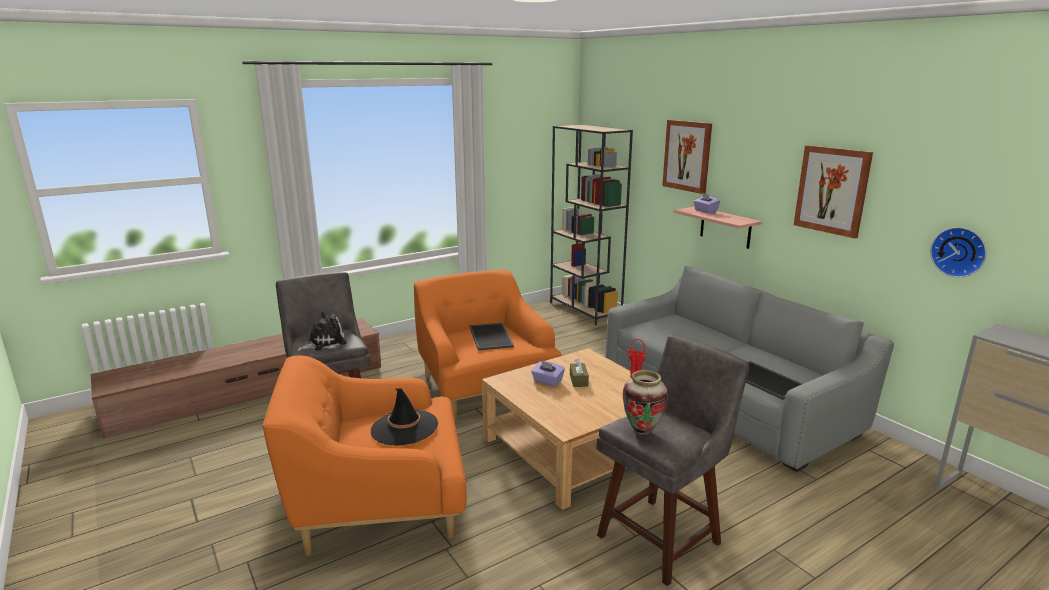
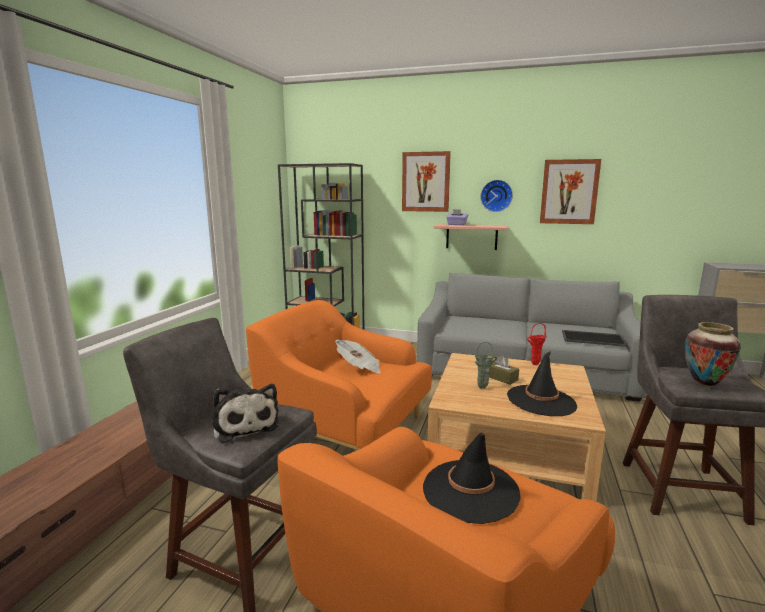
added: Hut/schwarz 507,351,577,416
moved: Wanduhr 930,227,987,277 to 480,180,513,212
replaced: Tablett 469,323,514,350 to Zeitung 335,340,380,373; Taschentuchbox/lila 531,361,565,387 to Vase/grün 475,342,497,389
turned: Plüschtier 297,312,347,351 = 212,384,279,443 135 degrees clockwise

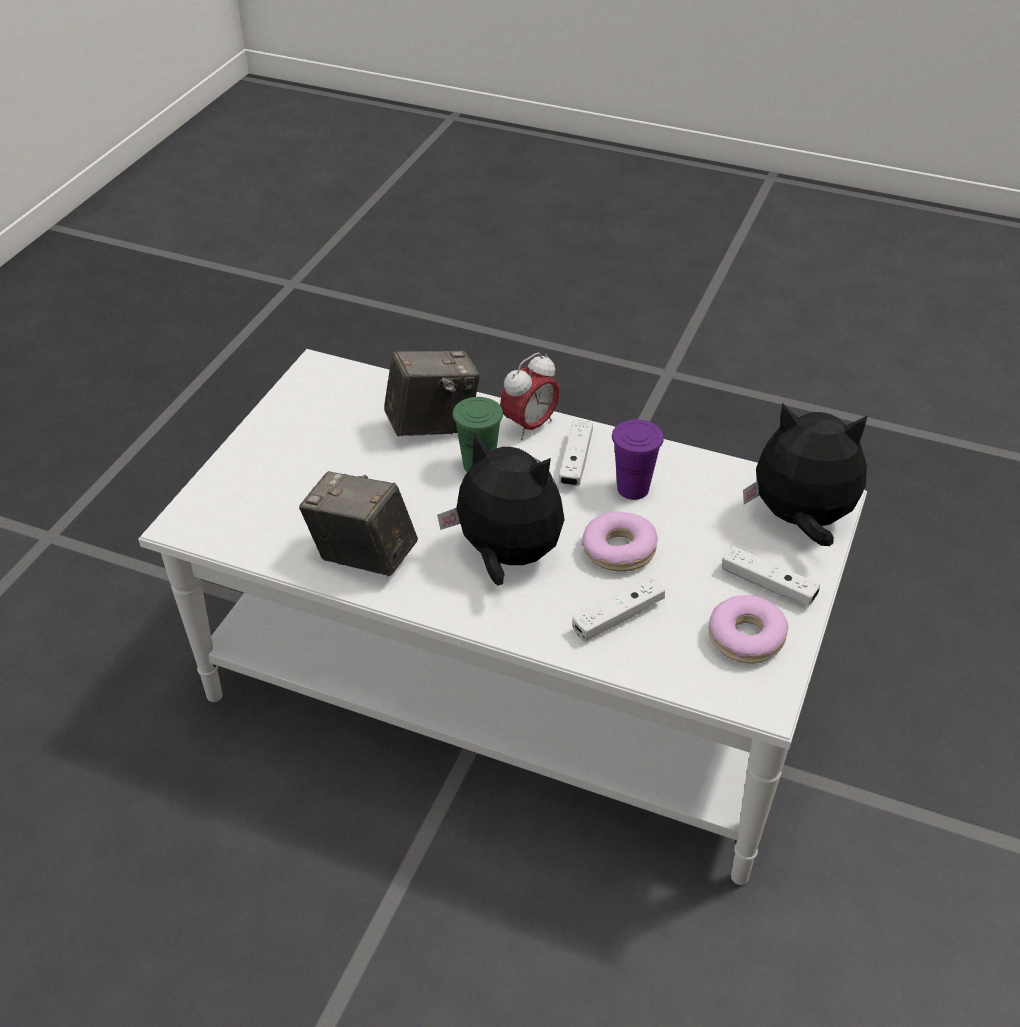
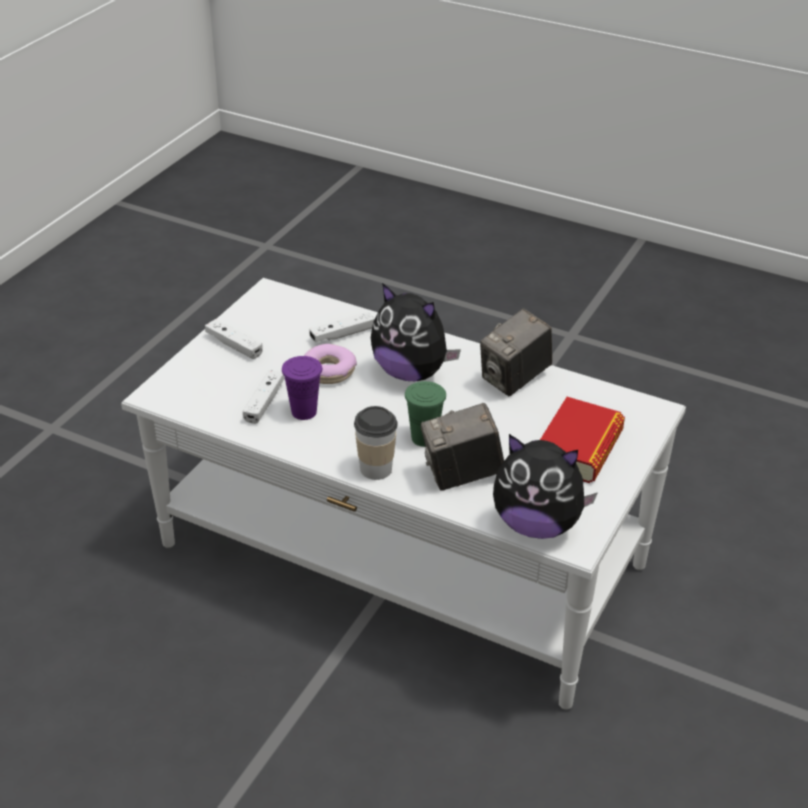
removed: Donut 708,595,789,664
added: Buch 540,397,625,483
moved: Gamepad/weiß 558,420,593,486 to 243,370,284,424; Plüschtier 743,403,868,546 to 493,434,597,539
replaced: Wecker 500,352,560,440 to Tasse 354,406,398,480
turned: Kamera 299,471,418,576 = 480,308,552,396 105 degrees clockwise

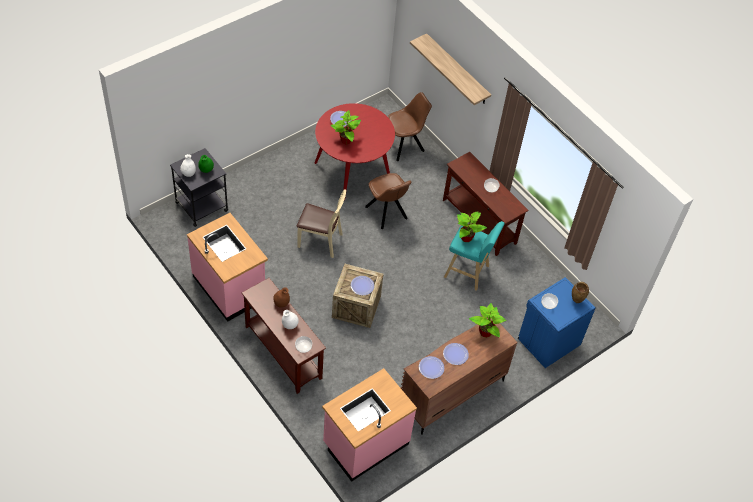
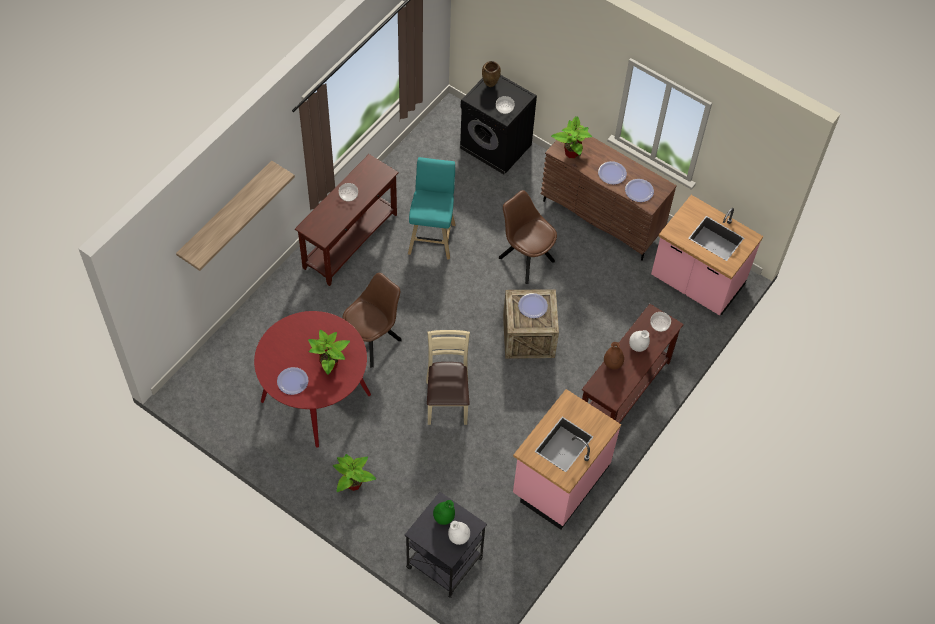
moved: Stuhl/braun 388,92,432,161 to 499,190,557,284; Topfpflanze 457,211,487,242 to 333,454,376,492
recoloured: Waschmaschine/blau 518,277,595,368 to Waschmaschine/schwarz 460,75,537,175

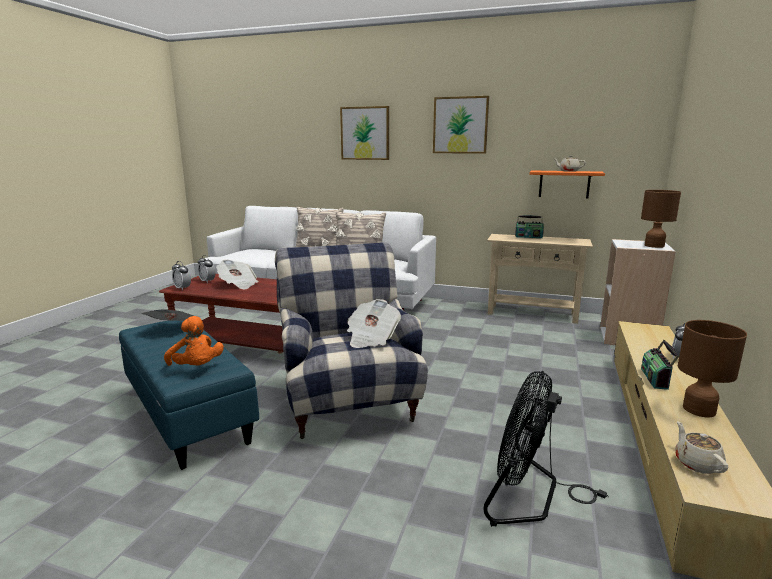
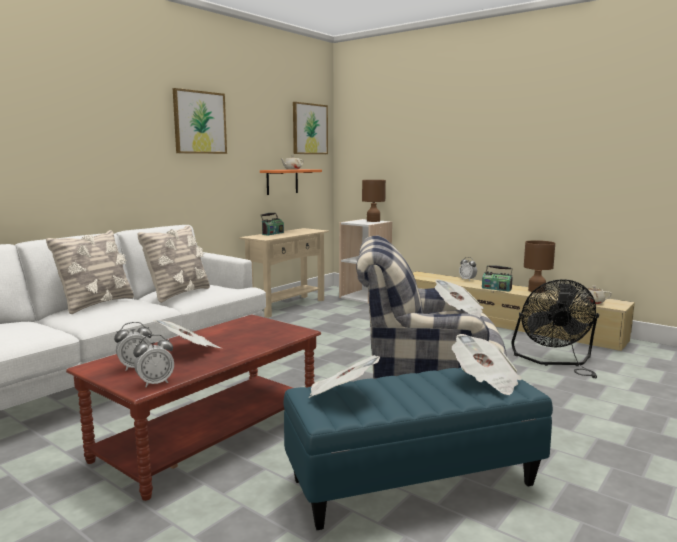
moved: Bild 340,106,389,160 to 293,102,328,154
replaced: Plüschtier/orange 164,316,224,366 to Zeitung 452,334,522,395
turned: Ventilator/schwarz 484,371,609,527 = 512,279,599,378 135 degrees clockwise

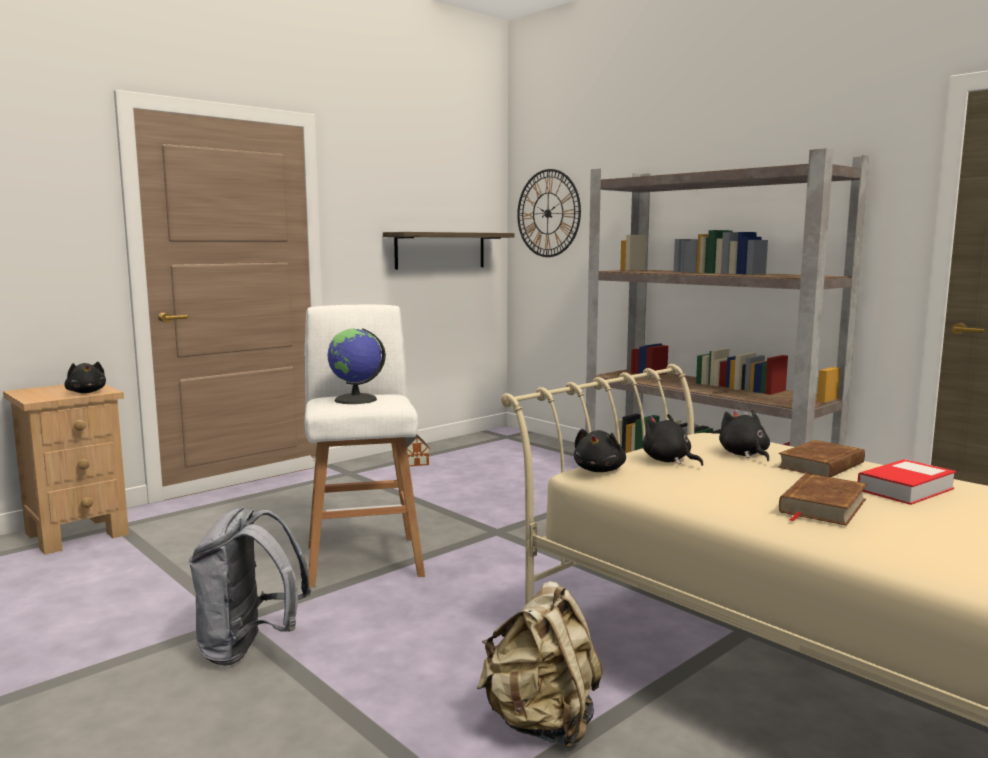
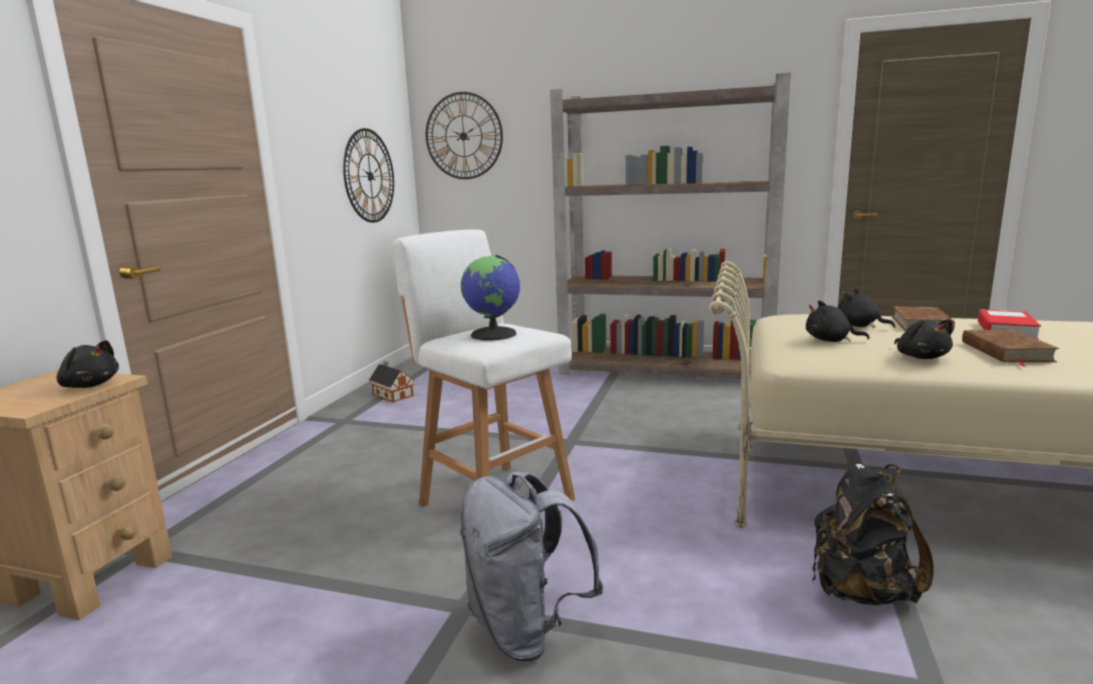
moved: Plüschtier/schwarz 574,429,626,472 to 894,319,953,359
replaced: Wandregal 383,232,514,270 to Wanduhr 343,128,394,223
recoloured: Rucksack/beige 477,581,603,748 to Rucksack/schwarz 812,464,934,605

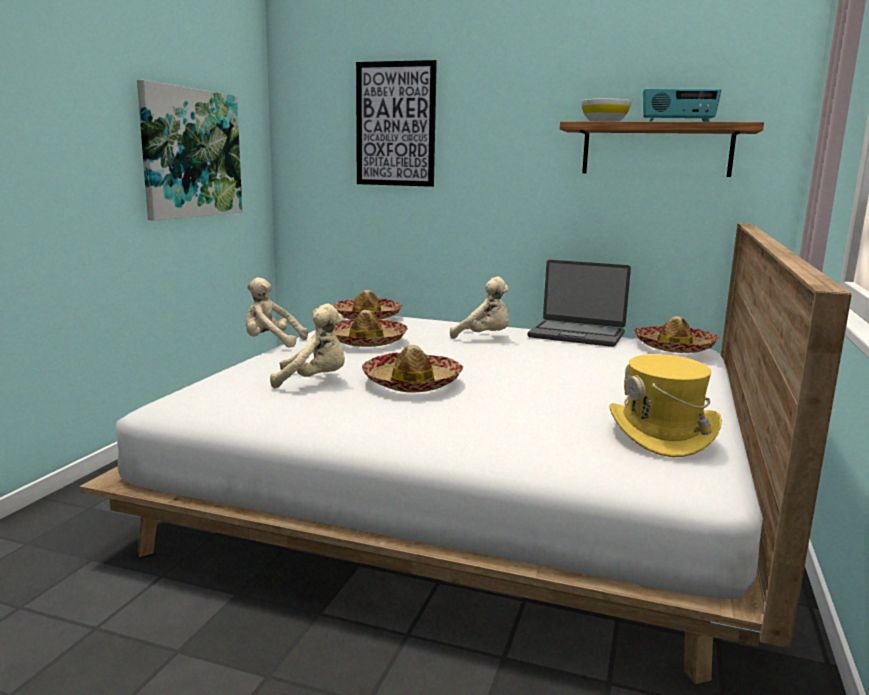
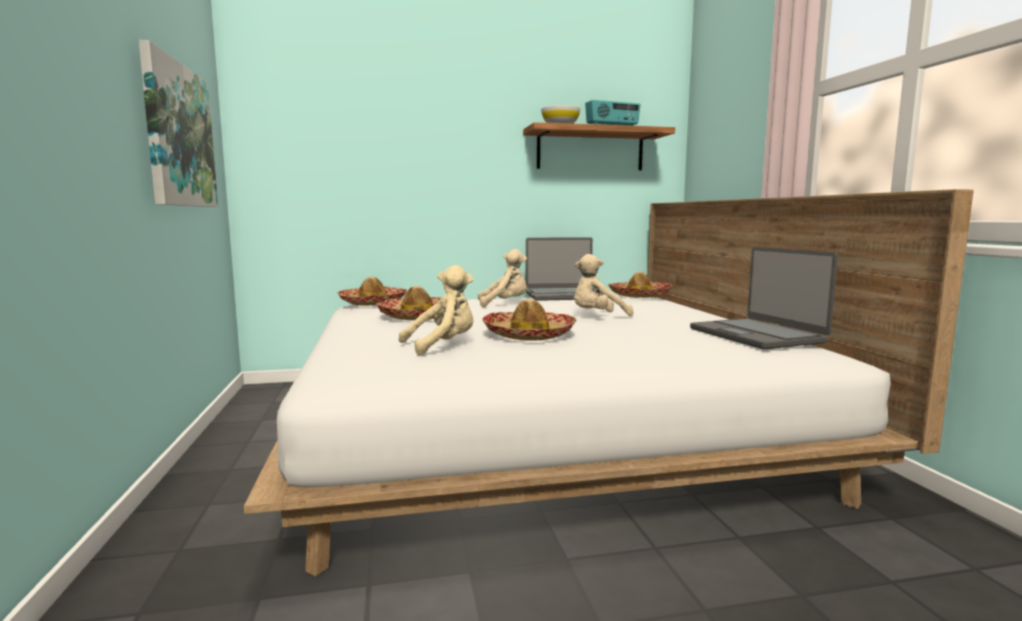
removed: Bild 356,60,437,187
moved: Plüschtier/beige 246,277,308,347 to 574,254,634,316
replaced: Hut/gelb 610,354,722,457 to Laptop 690,247,838,349

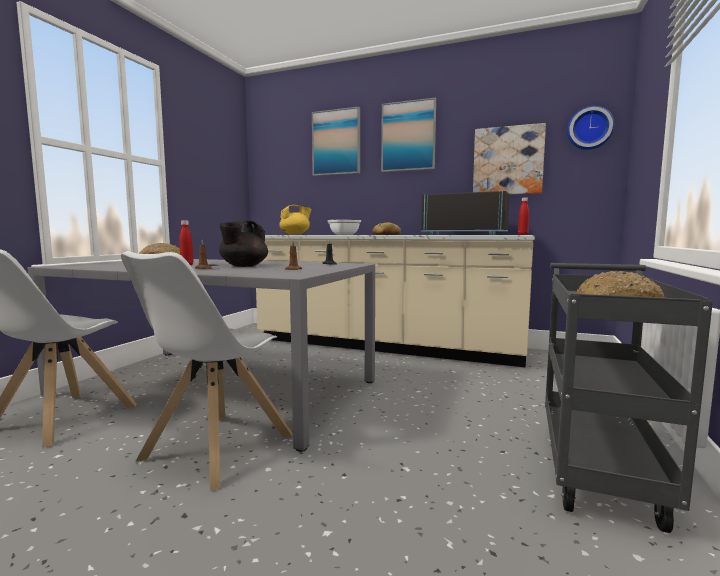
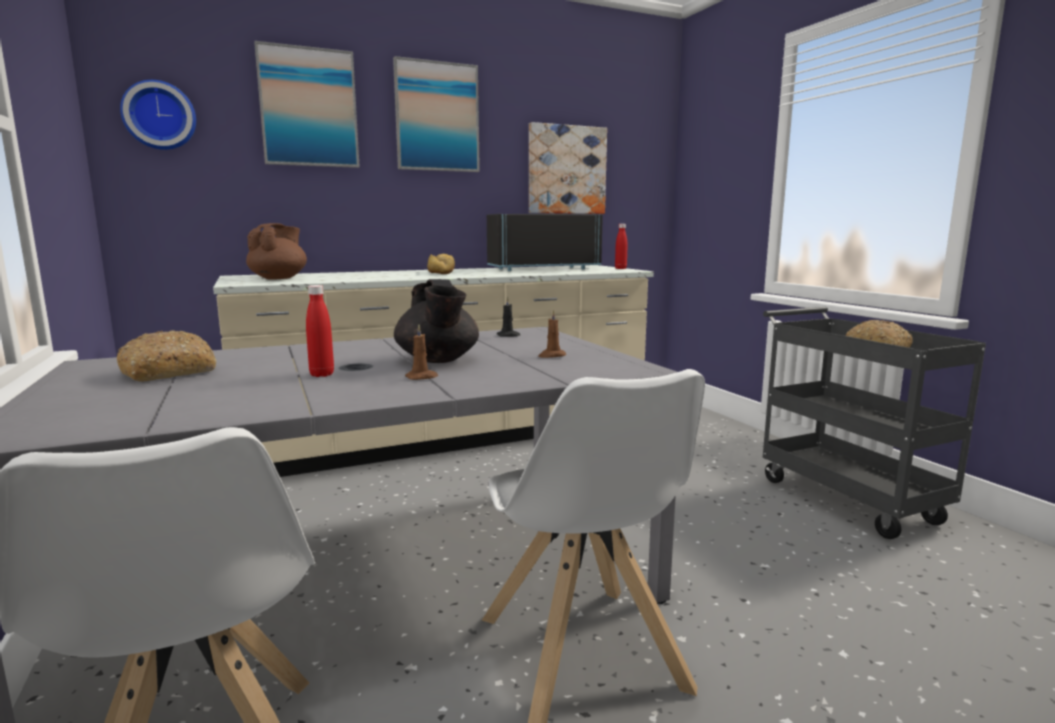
removed: Pfanne 327,220,361,235
moved: Wanduhr 567,106,615,150 to 120,80,196,150
recoloured: Teekanne/gelb 279,205,311,235 to Teekanne/braun 246,223,307,280

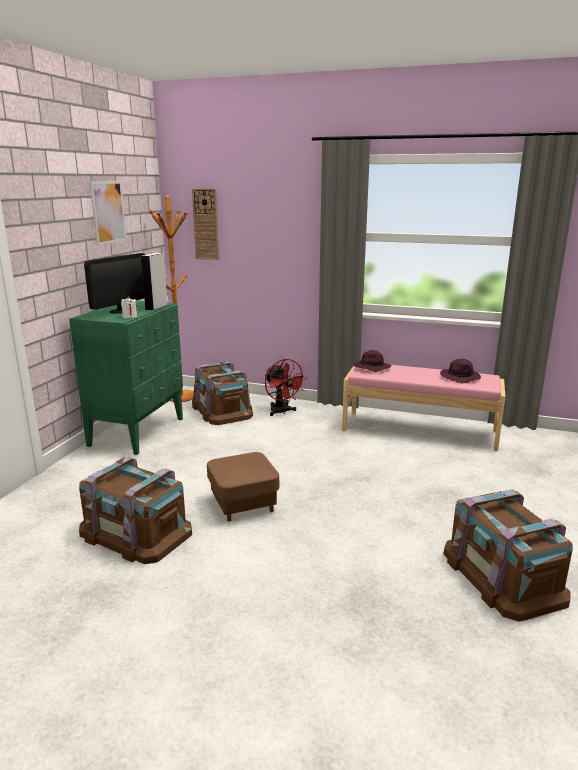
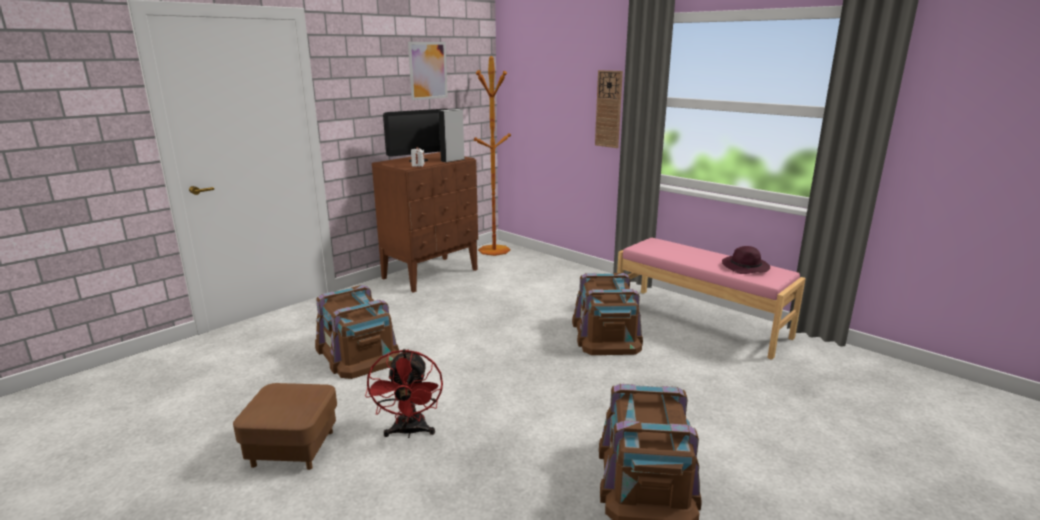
removed: Hut/lila 353,350,391,372
moved: Wanduhr 192,189,219,260 to 595,70,623,148; Aufbewahrungsbox/braun 192,361,253,425 to 572,273,643,355; Polsterhocker/braun 207,452,279,521 to 233,383,337,470; Ventilator/rot 265,359,307,416 to 365,349,443,438
recoloured: Kommode/grün 69,300,183,455 to Kommode/braun 372,152,478,293

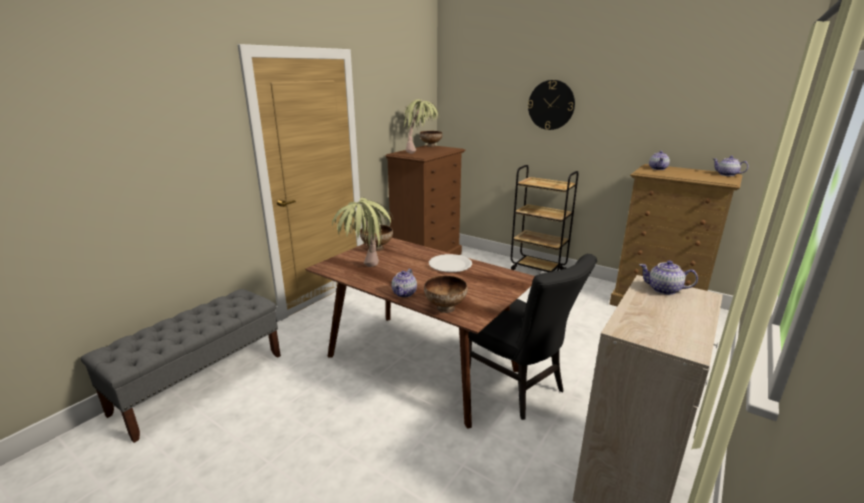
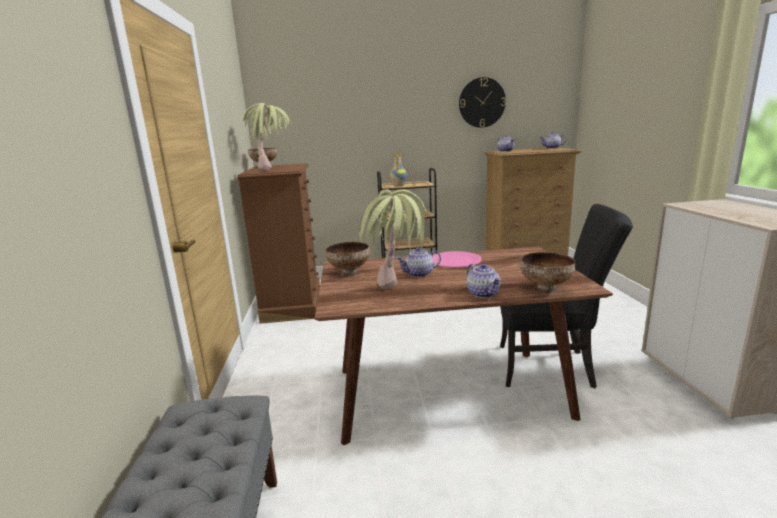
added: Vase 390,154,407,187
moved: Wanduhr 528,80,575,130 to 459,77,506,128; Teekanne 639,260,698,295 to 396,247,441,277
recoloured: Teller/weiß 429,254,472,272 to Teller/rosa 432,251,482,268

